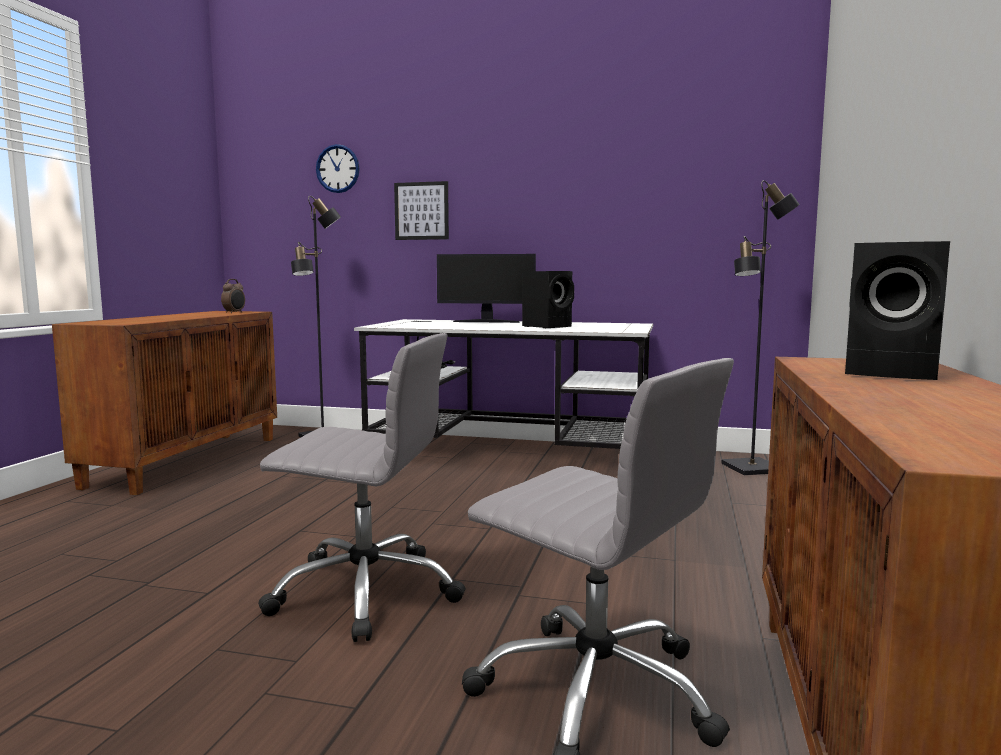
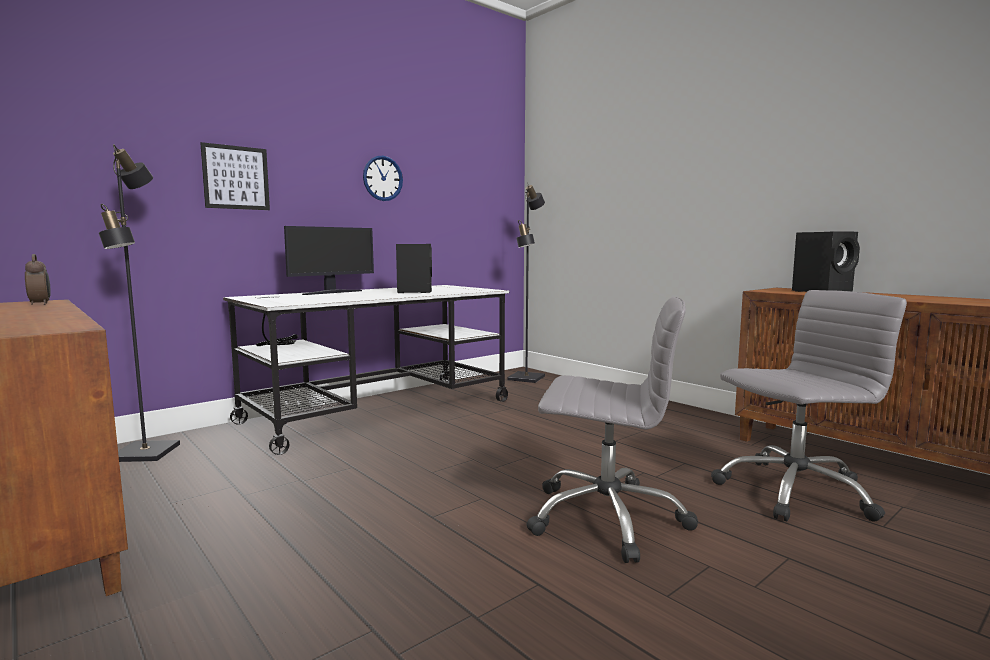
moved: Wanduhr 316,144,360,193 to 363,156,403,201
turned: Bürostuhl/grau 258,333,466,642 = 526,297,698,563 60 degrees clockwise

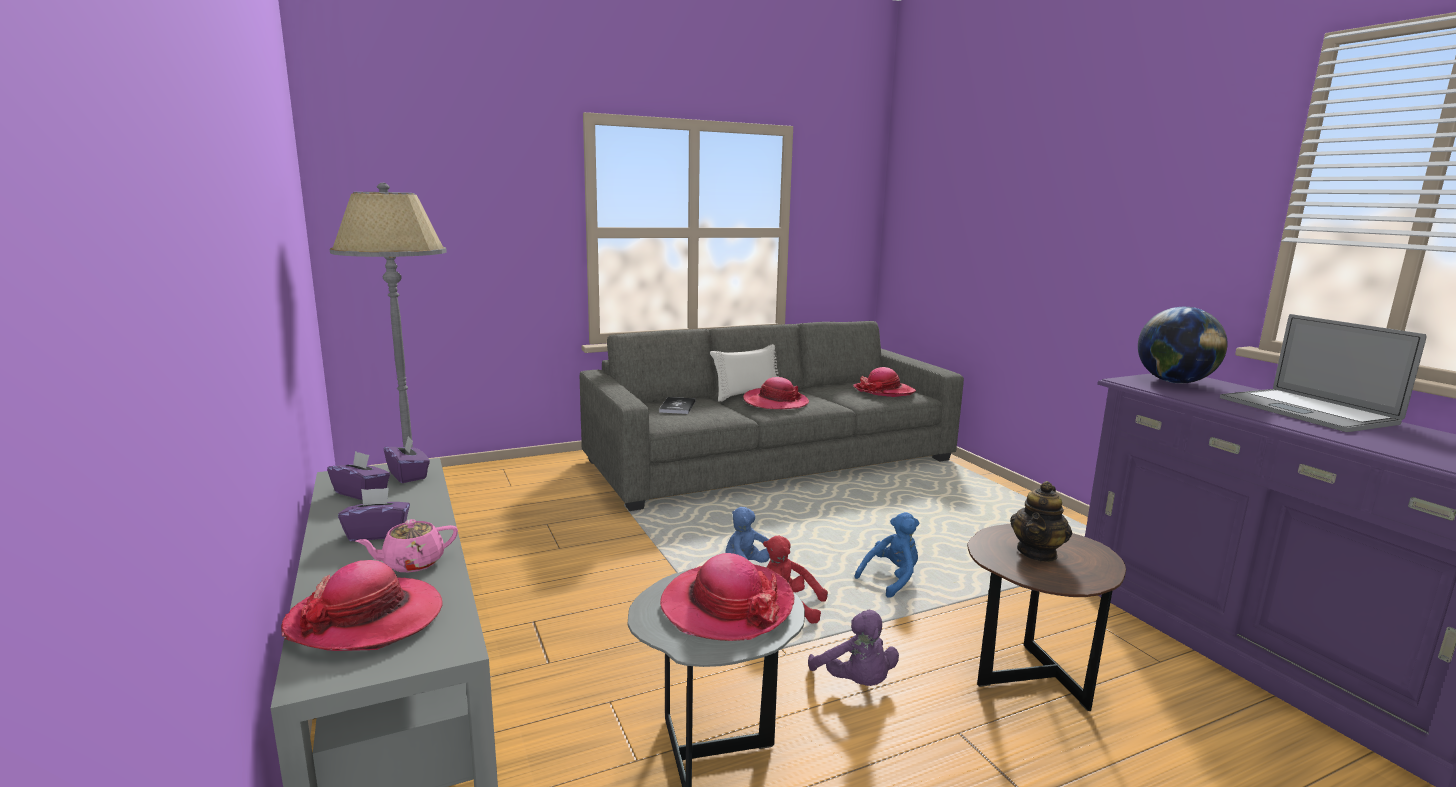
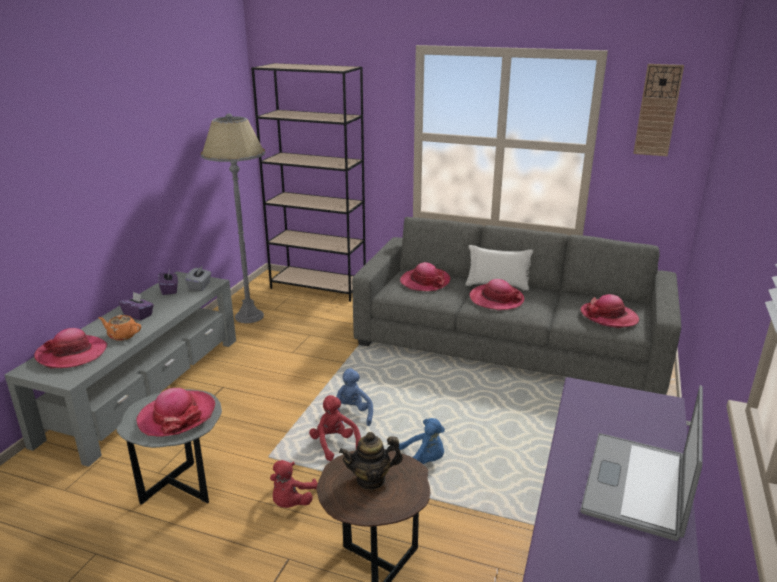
removed: Globus 1138,307,1228,383
added: Bücherregal/beige 251,63,366,302; Wanduhr 633,64,684,156
replaced: Buch 659,397,696,414 to Hut 400,262,451,291
recoloured: Teekanne/rosa 356,519,458,572 to Teekanne/orange 98,315,141,340; Taschentuchbox/lila 384,436,430,483 to Taschentuchbox/grau 185,265,211,291; Plüschtier/lila 808,610,899,686 to Plüschtier/rot 270,460,318,508

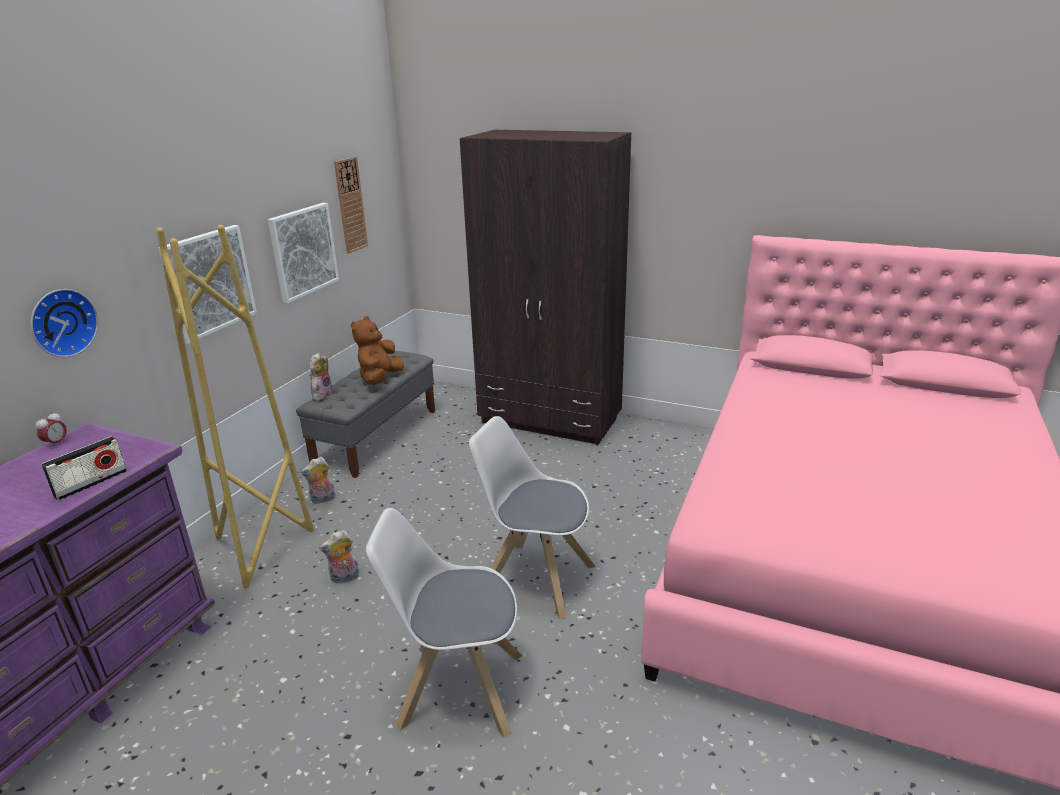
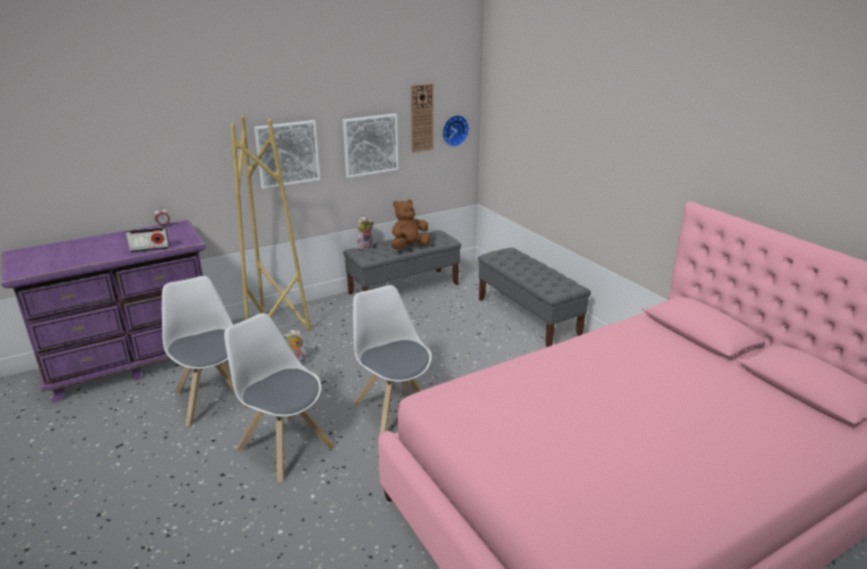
removed: Plüschtier 300,457,336,504
added: Stuhl 162,276,250,427
moved: Wanduhr 31,289,98,357 to 442,115,469,147
replaced: Kleiderschrank/braun 460,130,631,446 to Bank/grau 478,248,591,347

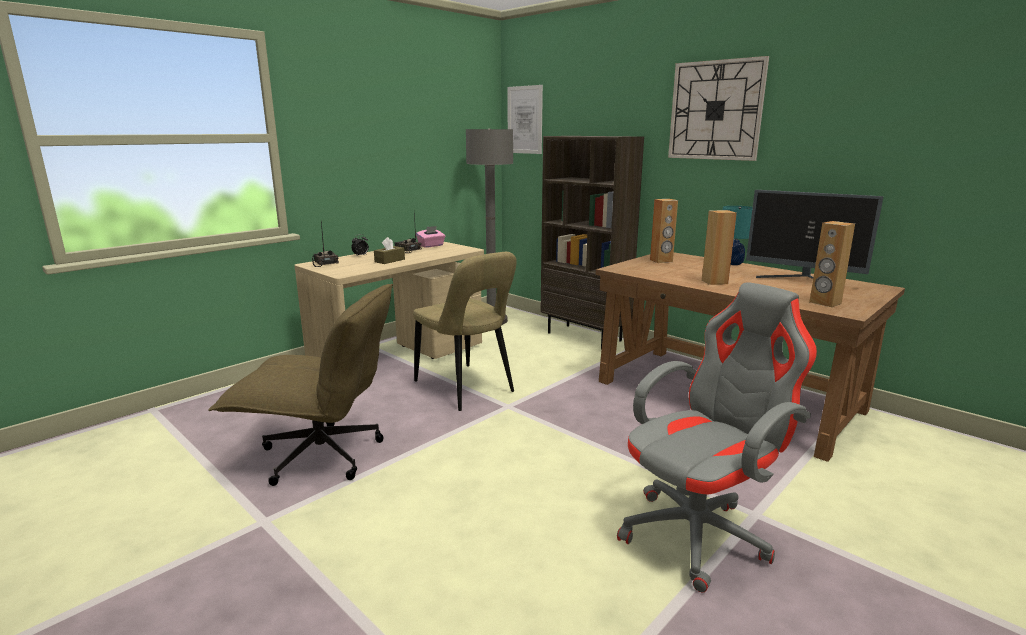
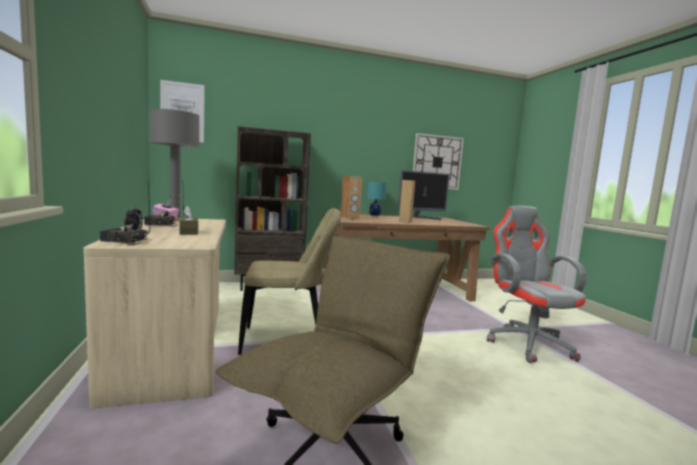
moved: Wanduhr 668,56,769,161 to 413,133,464,190; Lautsprecher/braun 809,221,855,307 to 347,176,362,220

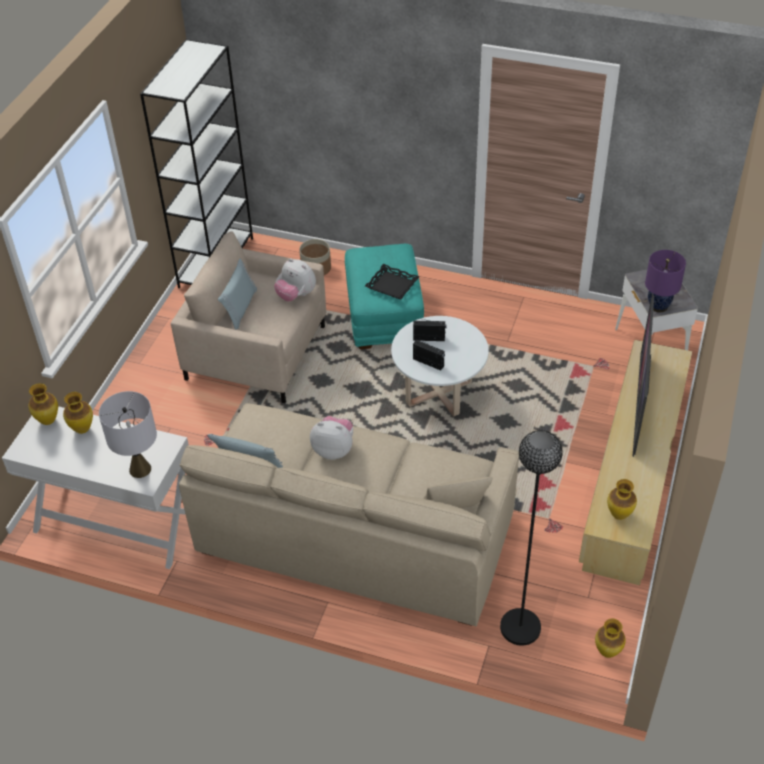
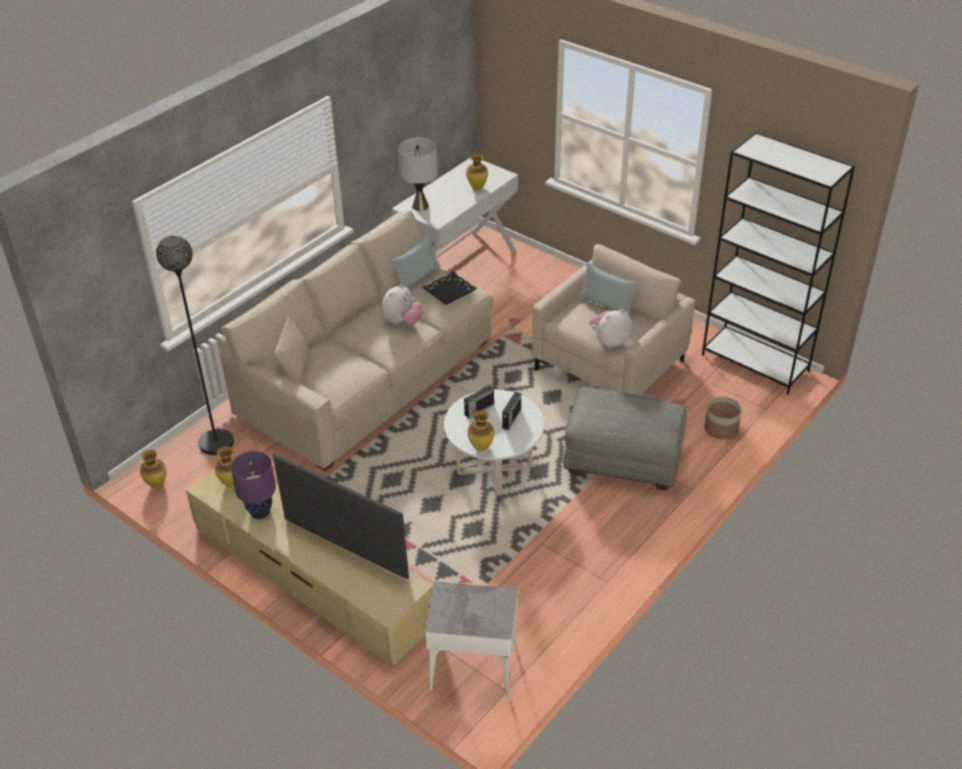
moved: Vase 28,383,58,425 to 467,410,495,452; Tablett/schwarz 365,264,420,299 to 422,272,477,305; Tischlampe/lila 645,250,686,312 to 231,451,276,519
recoloured: Polsterhocker/türkis 345,244,424,349 to Polsterhocker/grau 563,387,687,491

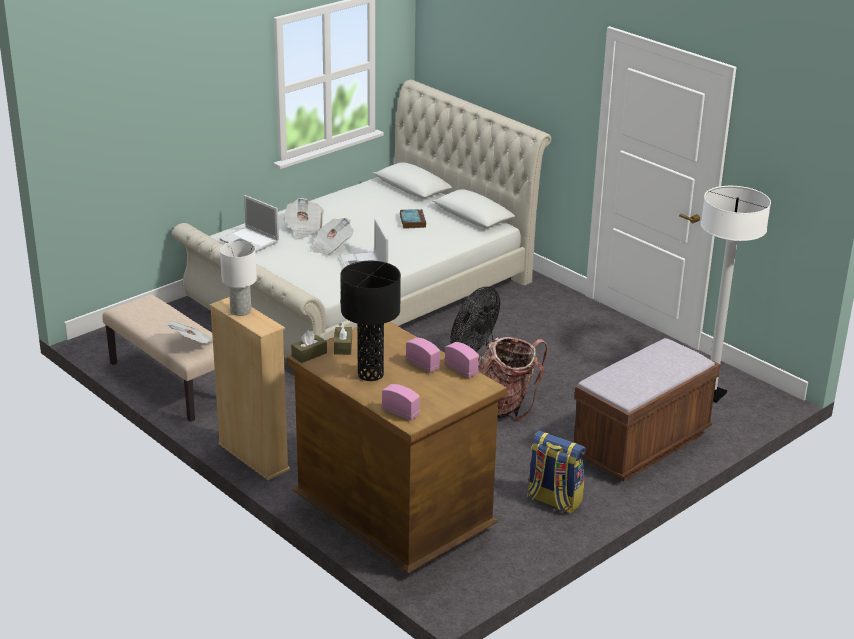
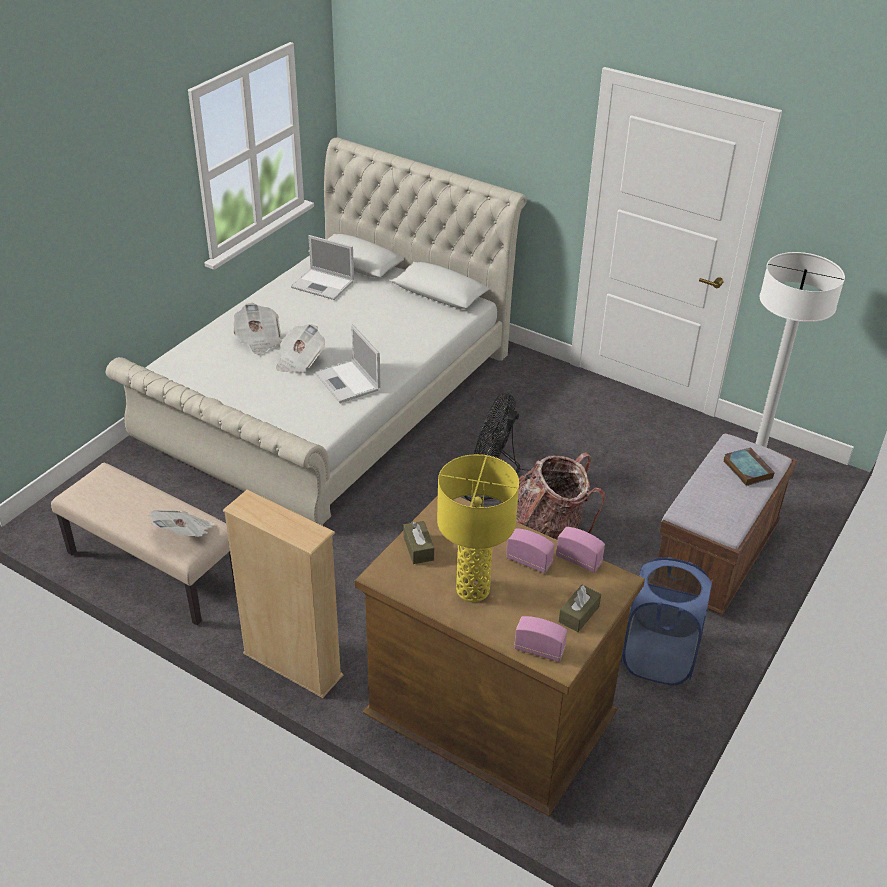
removed: Tischlampe/weiß 220,241,257,316
moved: Laptop 220,195,279,253 to 291,235,354,300; Taschentuchbox/braun 291,330,327,363 to 559,585,601,632; Buch 400,209,426,229 to 724,447,775,486
replaced: Rucksack 527,431,586,514 to Wäschekorb/blau 621,557,713,685
recoloured: Tischlampe/schwarz 340,261,401,381 to Tischlampe/gelb 437,454,519,602

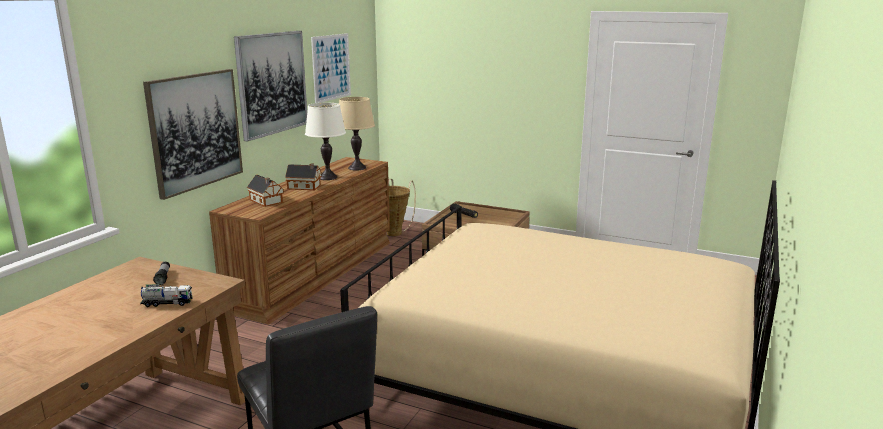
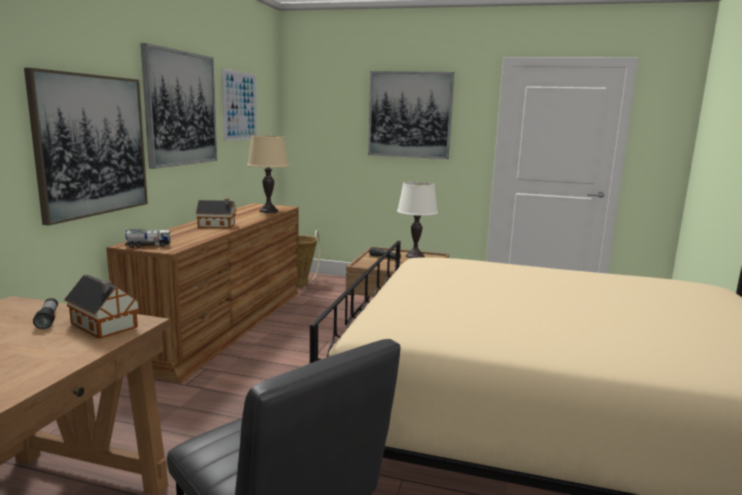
added: Bild 368,71,454,159
moved: Spielzeuglaster 140,284,192,307 to 125,229,171,248; Spielzeughaus 247,175,284,207 to 64,275,141,339; Tischlampe/weiß 305,103,346,180 to 397,182,438,258

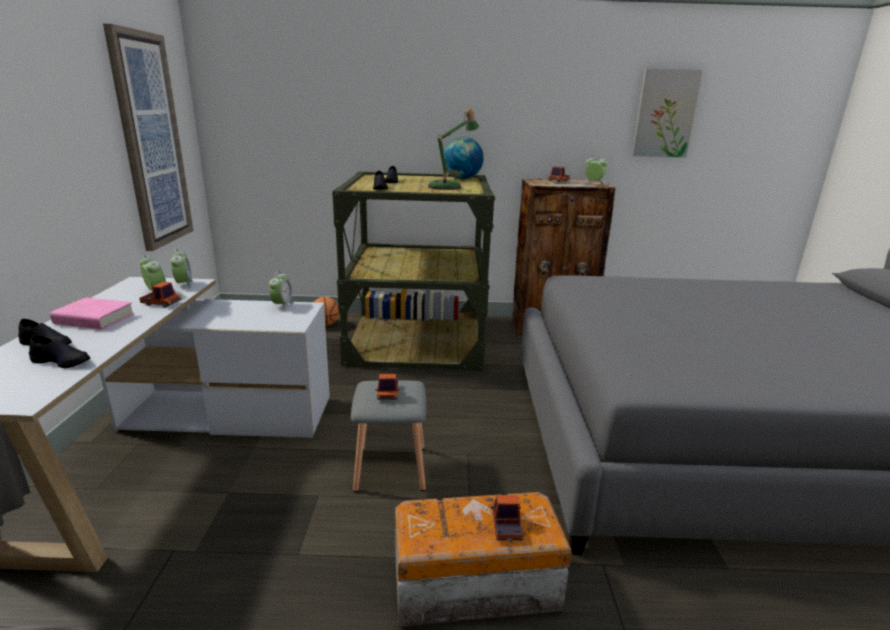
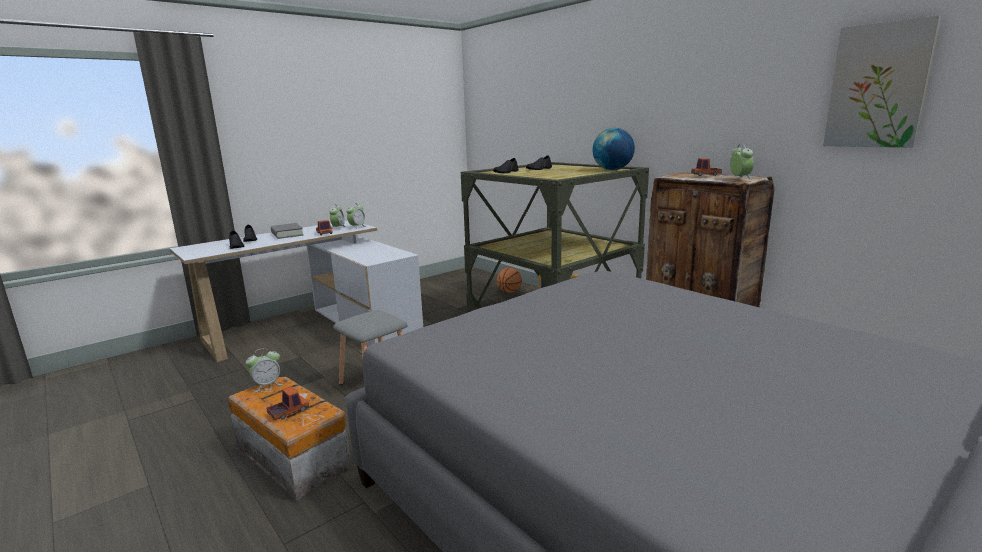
removed: Bild 103,23,193,251; Spielzeuglaster 376,374,400,400; Tischlampe 428,108,479,190
moved: Wecker 269,271,294,311 to 245,348,283,392
recoloured: Buch/rosa 50,298,135,330 to Buch/grau 271,223,304,239

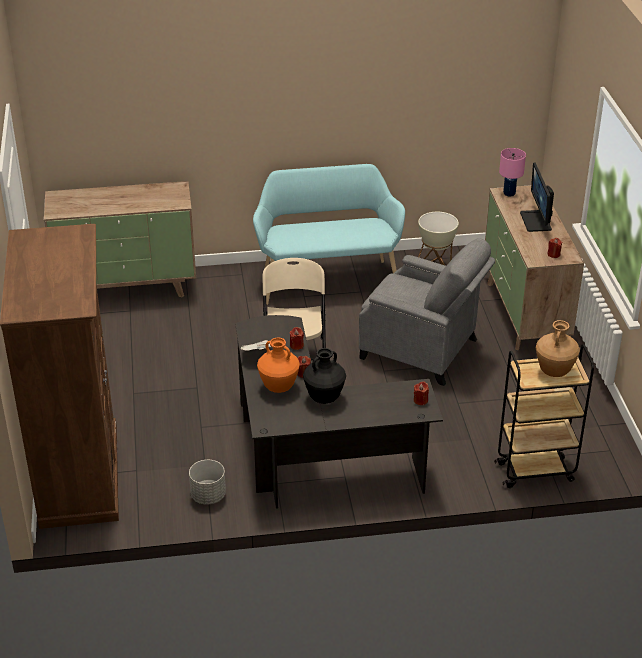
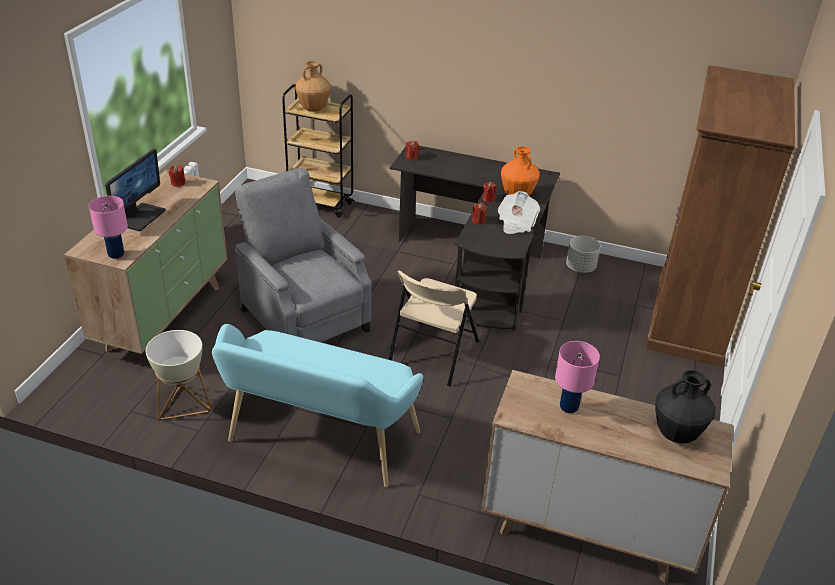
added: Tischlampe/rosa 555,341,600,413
moved: Vase/schwarz 303,348,346,404 to 655,370,715,444

